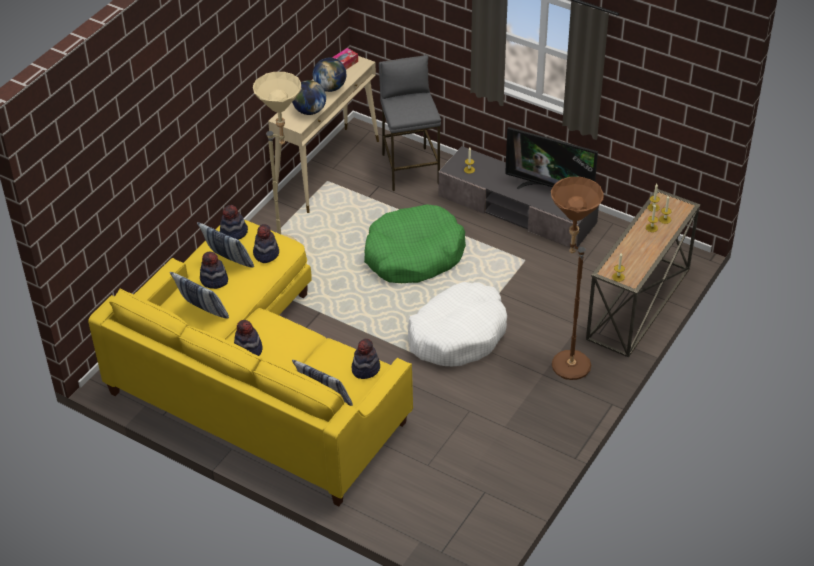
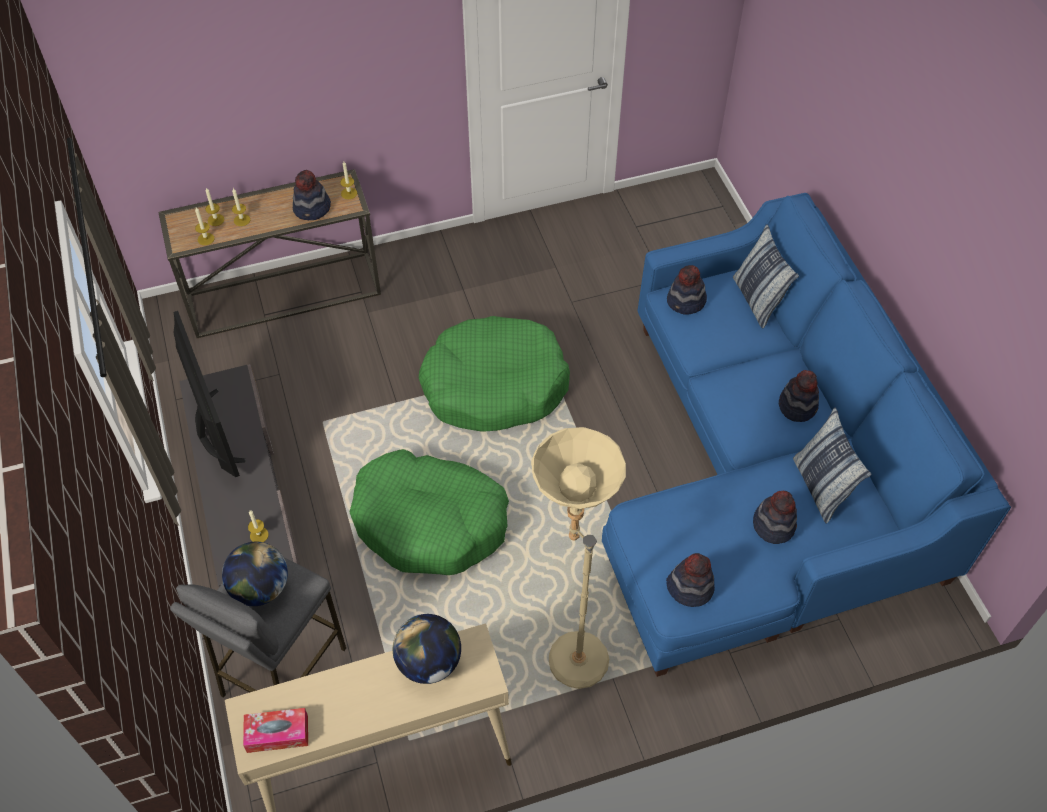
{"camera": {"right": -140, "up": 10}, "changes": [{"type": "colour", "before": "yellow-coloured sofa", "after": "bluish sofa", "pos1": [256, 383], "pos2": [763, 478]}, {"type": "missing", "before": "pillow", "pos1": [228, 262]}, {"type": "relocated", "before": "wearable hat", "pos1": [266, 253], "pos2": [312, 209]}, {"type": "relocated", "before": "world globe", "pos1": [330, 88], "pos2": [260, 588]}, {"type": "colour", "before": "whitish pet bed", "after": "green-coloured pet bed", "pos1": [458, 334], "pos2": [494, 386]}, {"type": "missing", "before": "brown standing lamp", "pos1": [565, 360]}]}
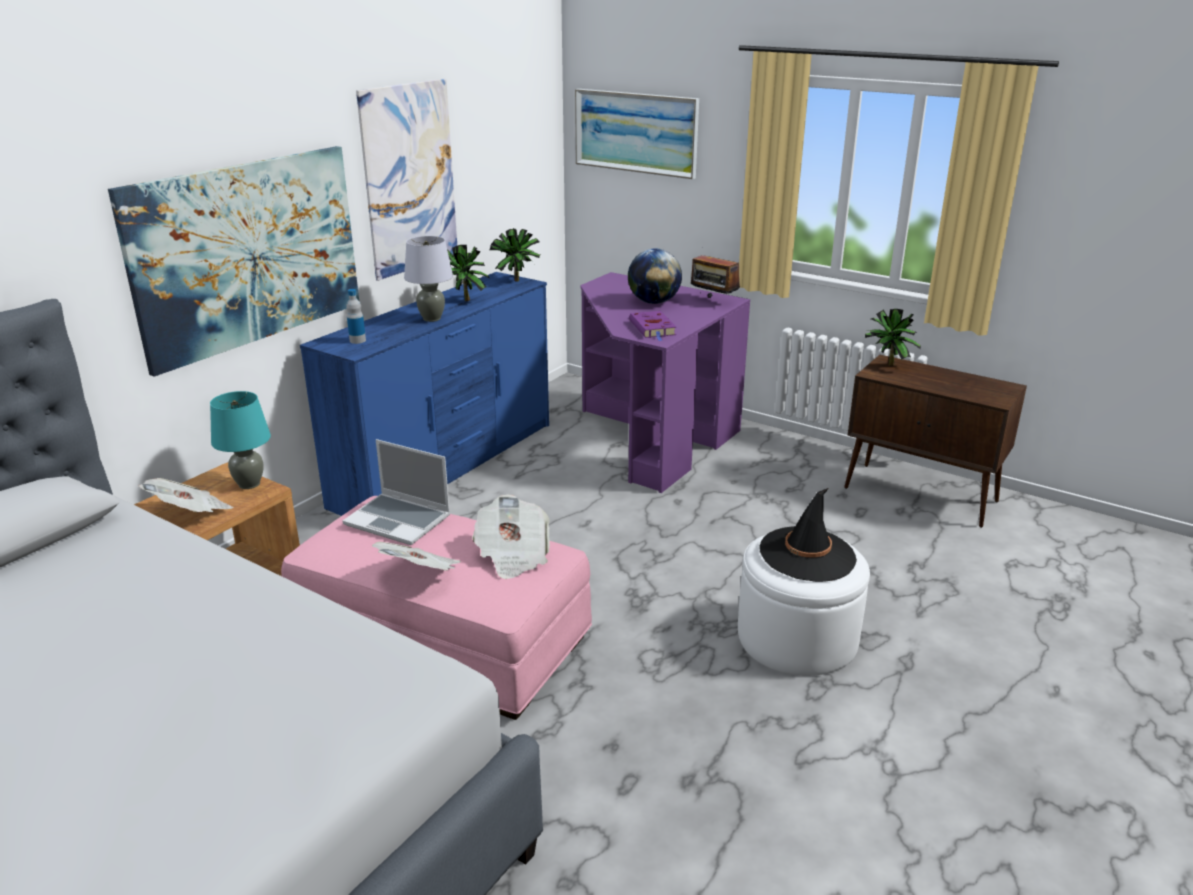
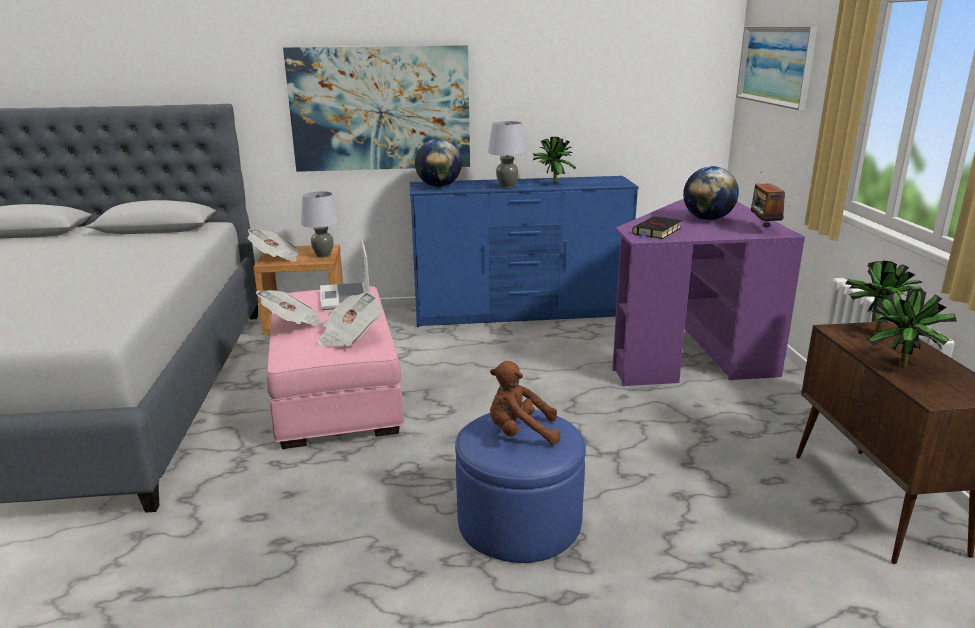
{"camera": {"right": 50, "up": -5}, "changes": [{"type": "colour", "before": "blue-green tabletop lamp", "after": "grey tabletop lamp", "pos1": [249, 484], "pos2": [323, 255]}, {"type": "exchanged", "before": "beverage bottle", "after": "world globe", "pos1": [357, 340], "pos2": [439, 186]}, {"type": "missing", "before": "picture", "pos1": [410, 179]}, {"type": "relocated", "before": "potted plant", "pos1": [517, 282], "pos2": [901, 367]}, {"type": "colour", "before": "purple-coloured volume", "after": "black-coloured volume", "pos1": [653, 329], "pos2": [656, 231]}, {"type": "colour", "before": "whitish ottoman", "after": "bluish ottoman", "pos1": [797, 638], "pos2": [519, 521]}, {"type": "exchanged", "before": "black-coloured wearable hat", "after": "brown cuddly toy", "pos1": [807, 555], "pos2": [520, 433]}]}
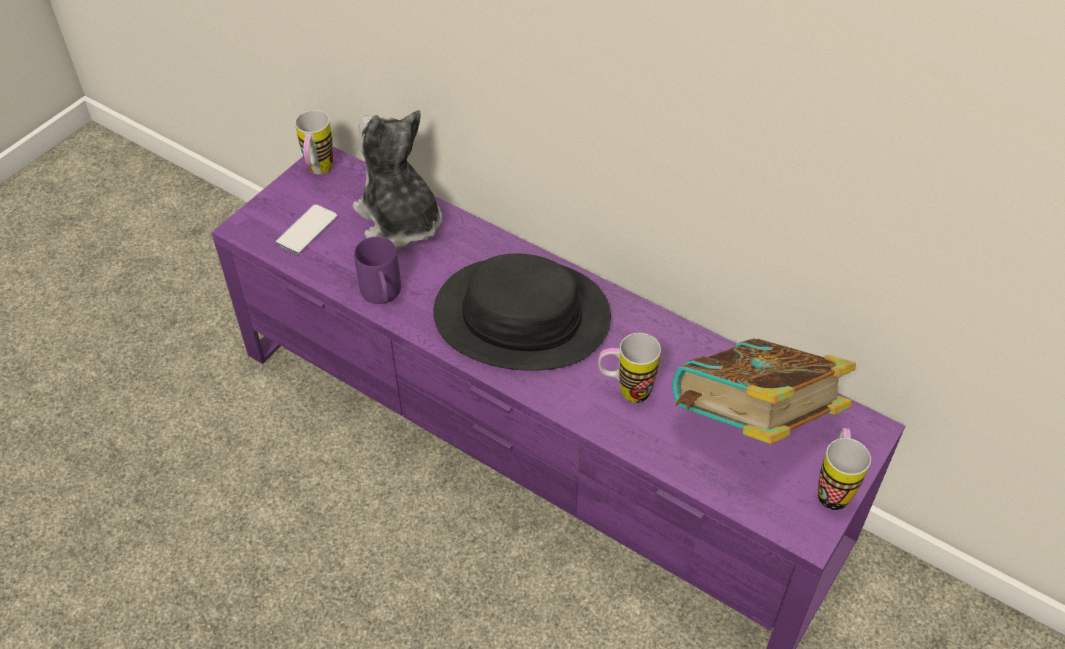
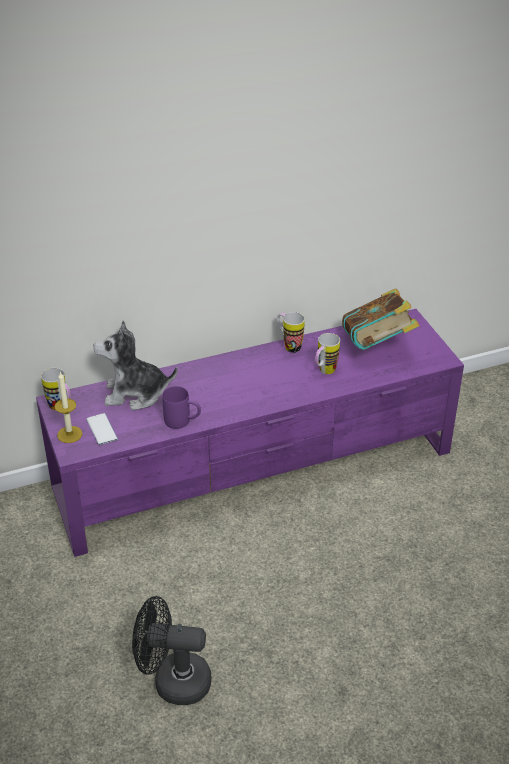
{"camera": {"right": -55, "up": -10}, "changes": [{"type": "missing", "before": "black-coloured wearable hat", "pos1": [521, 316]}, {"type": "relocated", "before": "mug", "pos1": [833, 488], "pos2": [289, 345]}, {"type": "appeared", "after": "wax light", "pos2": [69, 434]}, {"type": "appeared", "after": "black-coloured electric fan", "pos2": [173, 681]}]}
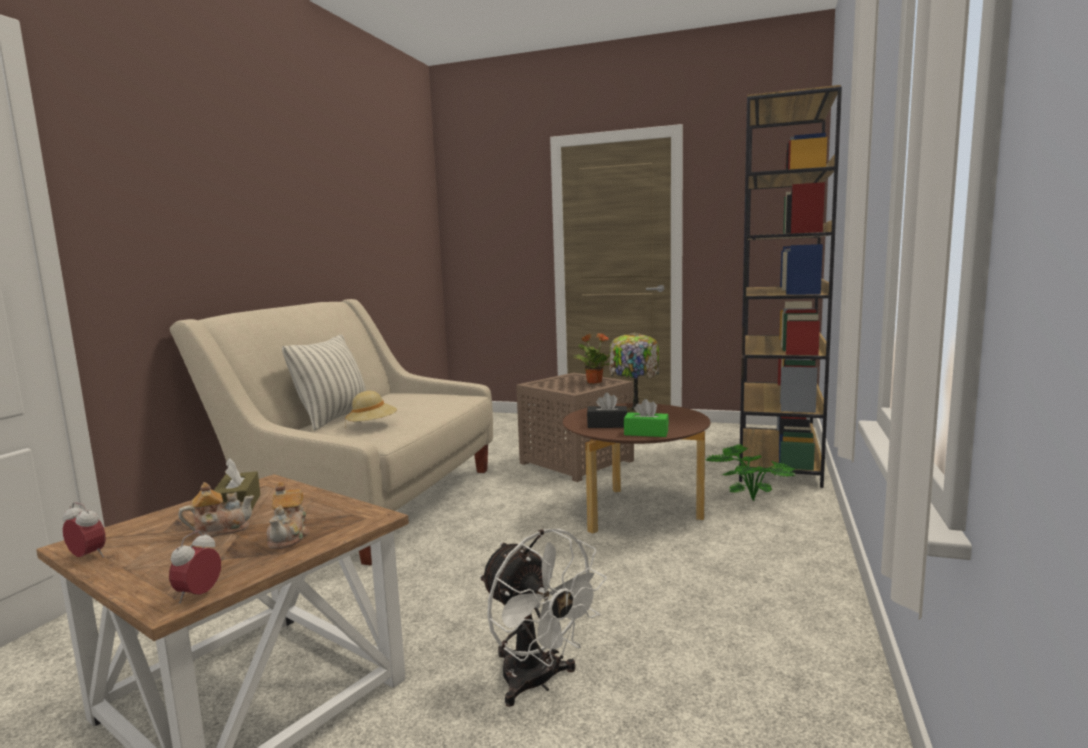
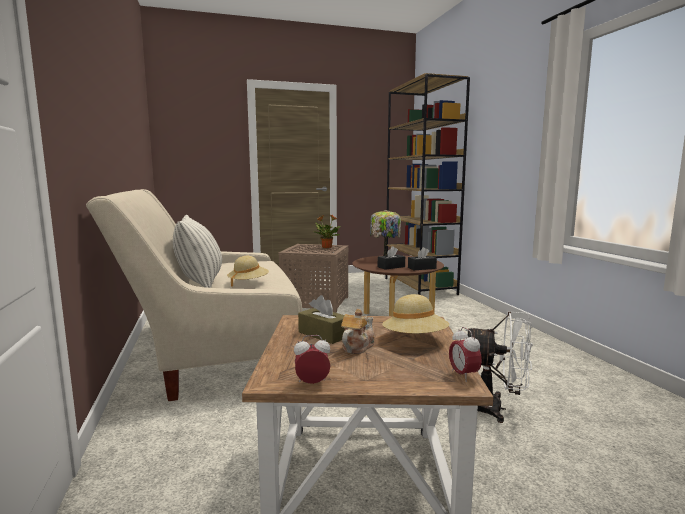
{"camera": {"right": -35, "up": 0}, "changes": [{"type": "exchanged", "before": "tea pot", "after": "beige wearable hat", "pos1": [289, 537], "pos2": [415, 339]}, {"type": "colour", "before": "green-coloured box of tissues", "after": "black-coloured box of tissues", "pos1": [646, 433], "pos2": [422, 268]}, {"type": "missing", "before": "potted plant", "pos1": [750, 498]}]}
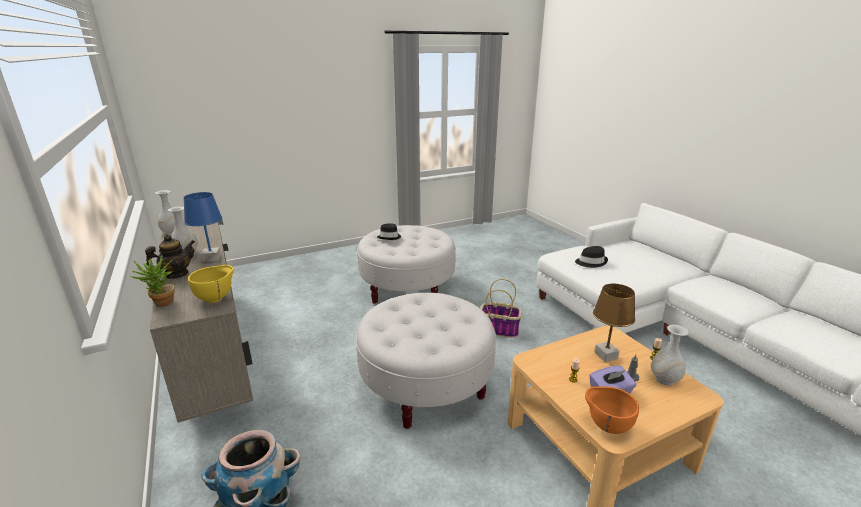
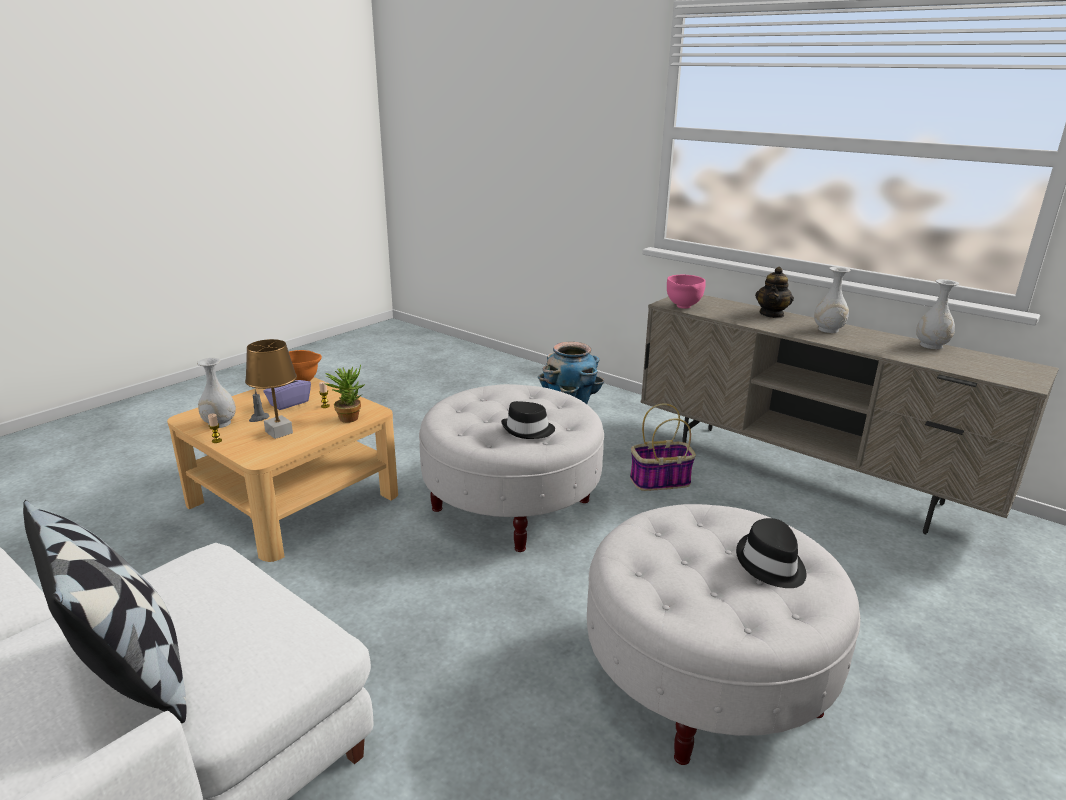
{"camera": {"right": 155, "up": 0}, "changes": [{"type": "relocated", "before": "potted plant", "pos1": [162, 304], "pos2": [348, 417]}, {"type": "missing", "before": "bluish tabletop lamp", "pos1": [212, 258]}, {"type": "colour", "before": "yellow-coloured deep dish", "after": "pinkish deep dish", "pos1": [217, 298], "pos2": [683, 307]}, {"type": "relocated", "before": "basket", "pos1": [499, 330], "pos2": [659, 481]}, {"type": "relocated", "before": "black-coloured wearable hat", "pos1": [591, 262], "pos2": [528, 430]}, {"type": "appeared", "after": "pillow", "pos2": [131, 675]}]}
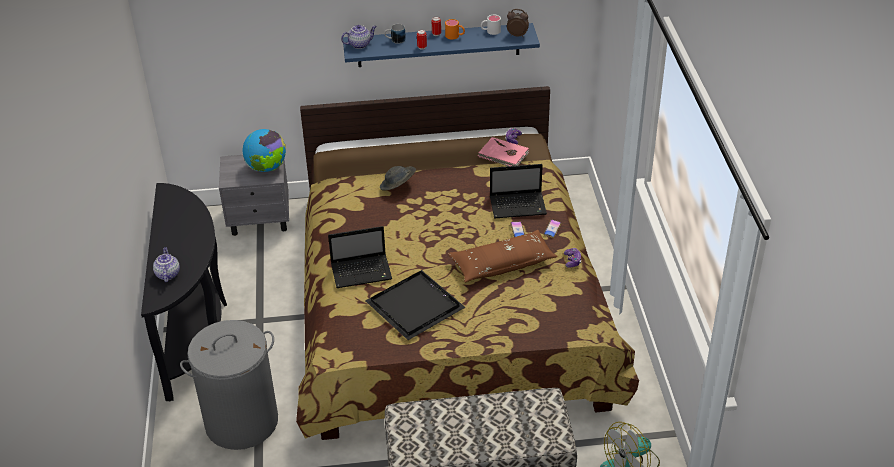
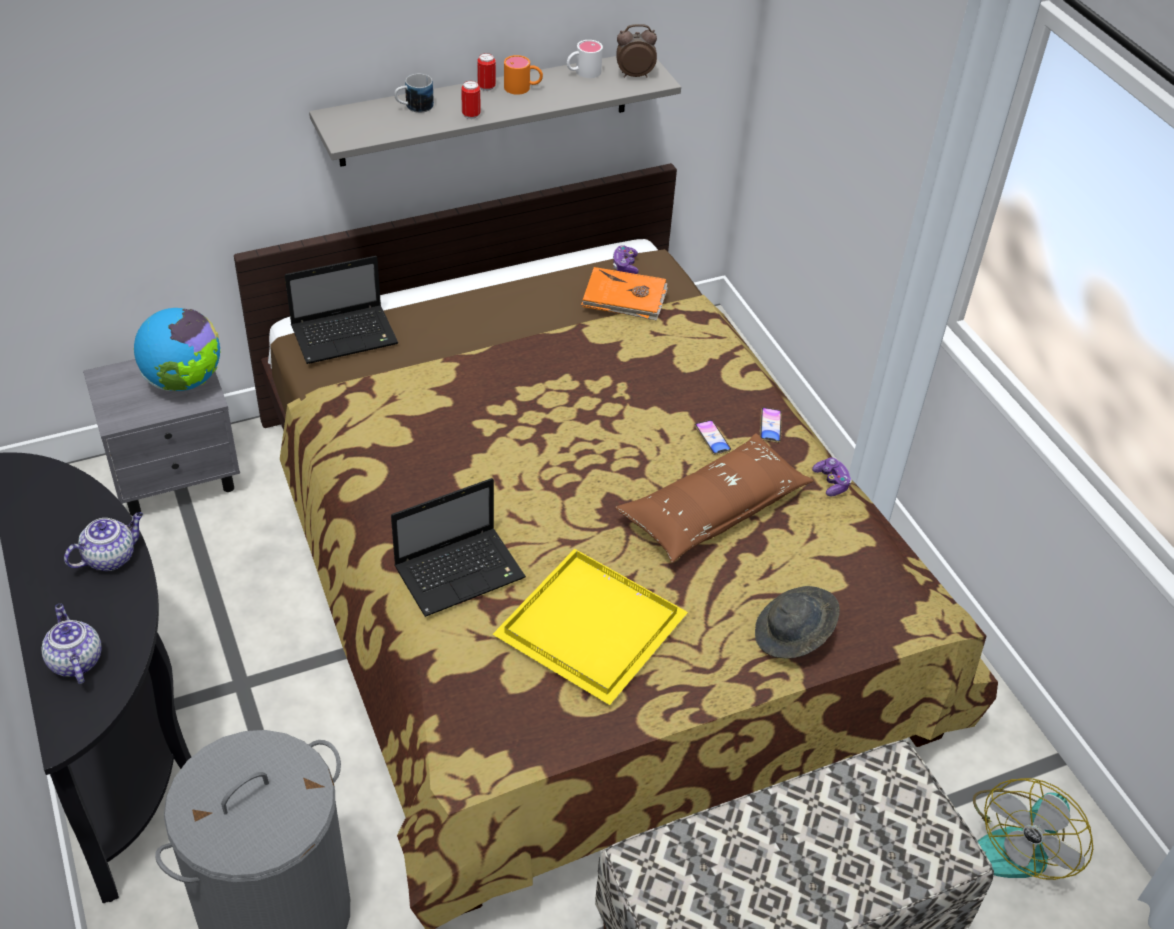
{"camera": {"right": -20, "up": 5}, "changes": [{"type": "relocated", "before": "tea pot", "pos1": [360, 44], "pos2": [111, 557]}, {"type": "colour", "before": "bluish shelf", "after": "grey shelf", "pos1": [438, 45], "pos2": [486, 108]}, {"type": "colour", "before": "black-coloured carrying tray", "after": "yellow-coloured carrying tray", "pos1": [417, 306], "pos2": [594, 627]}, {"type": "relocated", "before": "grey wearable hat", "pos1": [398, 186], "pos2": [793, 636]}, {"type": "colour", "before": "pinkish volume", "after": "orangey volume", "pos1": [503, 155], "pos2": [624, 298]}, {"type": "relocated", "before": "laptop", "pos1": [519, 206], "pos2": [346, 335]}]}
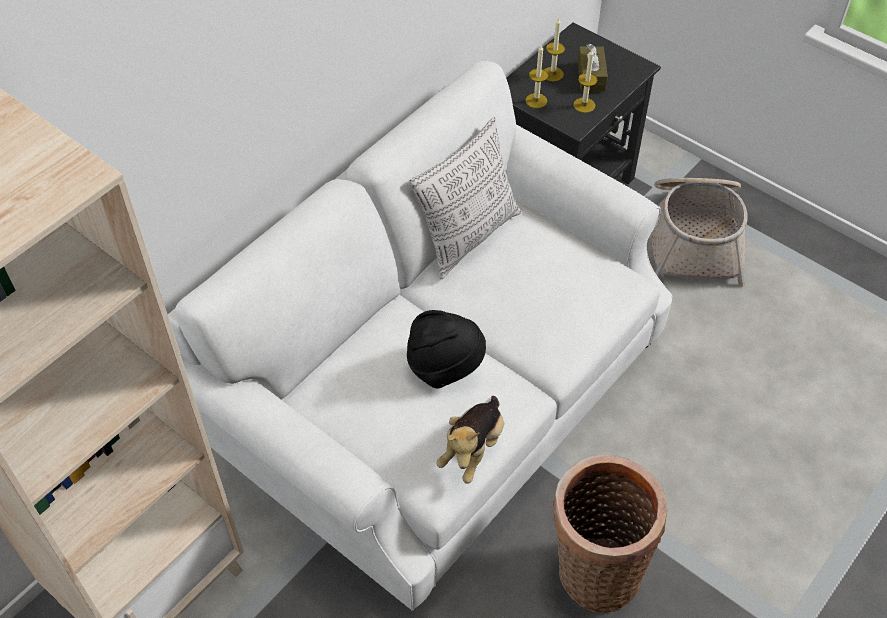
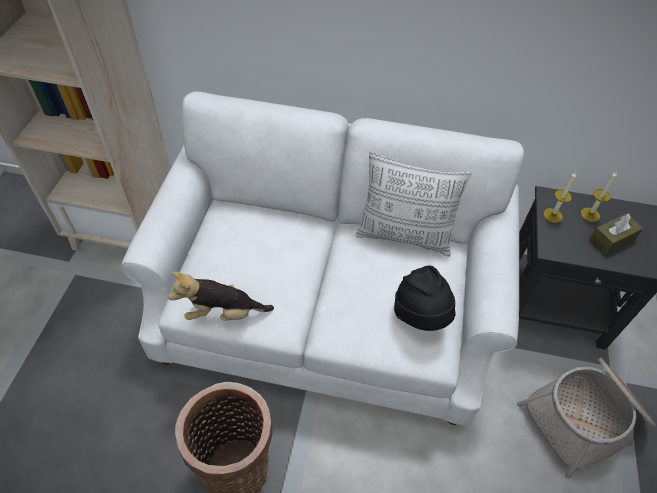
{"camera": {"right": 60, "up": 0}, "changes": [{"type": "relocated", "before": "black-coloured wearable hat", "pos1": [444, 366], "pos2": [421, 315]}, {"type": "missing", "before": "wax light", "pos1": [584, 105]}]}
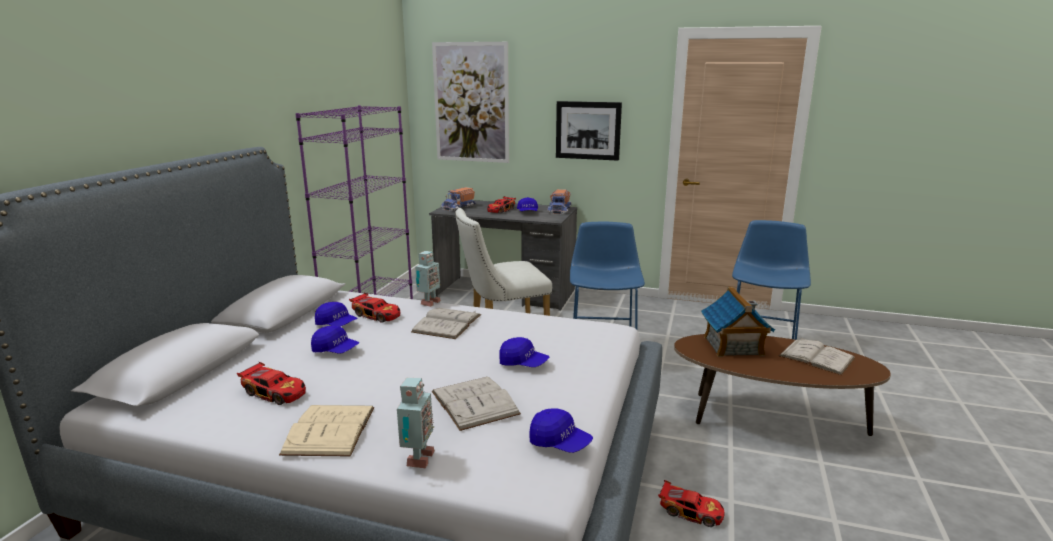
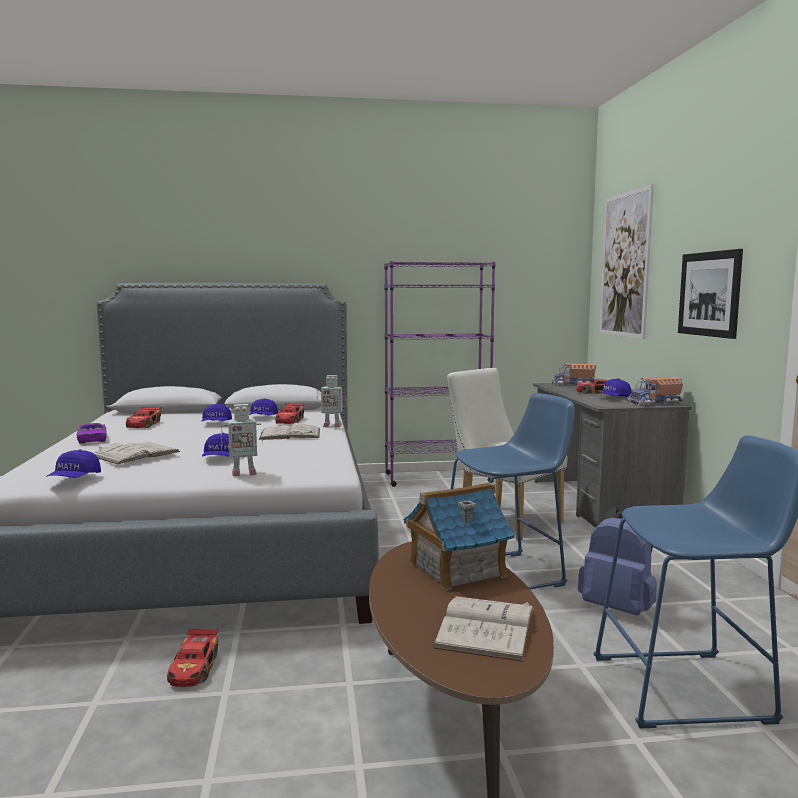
{"camera": {"right": 65, "up": -10}, "changes": [{"type": "exchanged", "before": "beige volume", "after": "purple-coloured model car", "pos1": [329, 430], "pos2": [94, 438]}, {"type": "relocated", "before": "model robot", "pos1": [417, 459], "pos2": [243, 473]}, {"type": "appeared", "after": "bluish knapsack", "pos2": [619, 608]}]}
